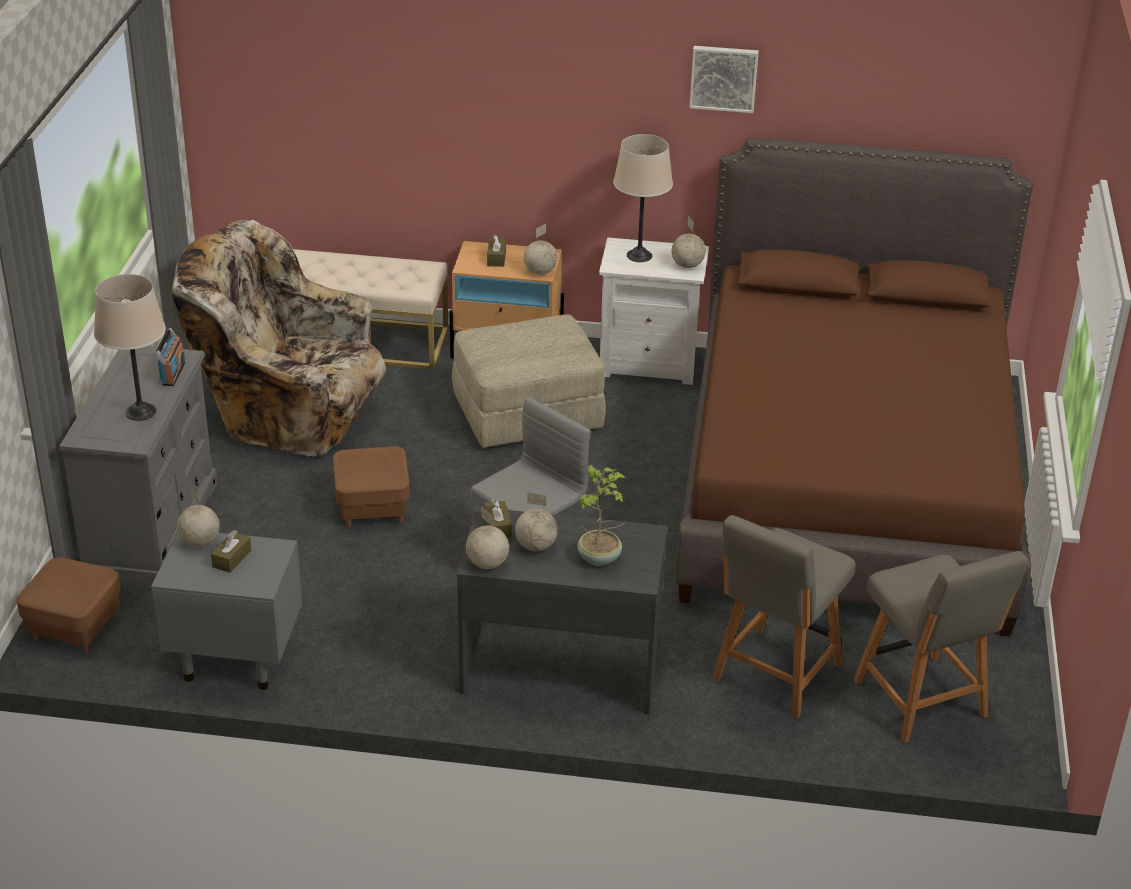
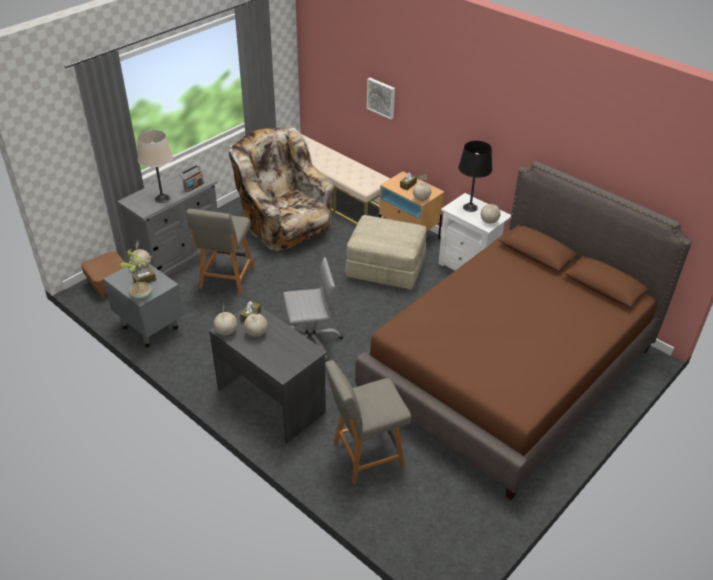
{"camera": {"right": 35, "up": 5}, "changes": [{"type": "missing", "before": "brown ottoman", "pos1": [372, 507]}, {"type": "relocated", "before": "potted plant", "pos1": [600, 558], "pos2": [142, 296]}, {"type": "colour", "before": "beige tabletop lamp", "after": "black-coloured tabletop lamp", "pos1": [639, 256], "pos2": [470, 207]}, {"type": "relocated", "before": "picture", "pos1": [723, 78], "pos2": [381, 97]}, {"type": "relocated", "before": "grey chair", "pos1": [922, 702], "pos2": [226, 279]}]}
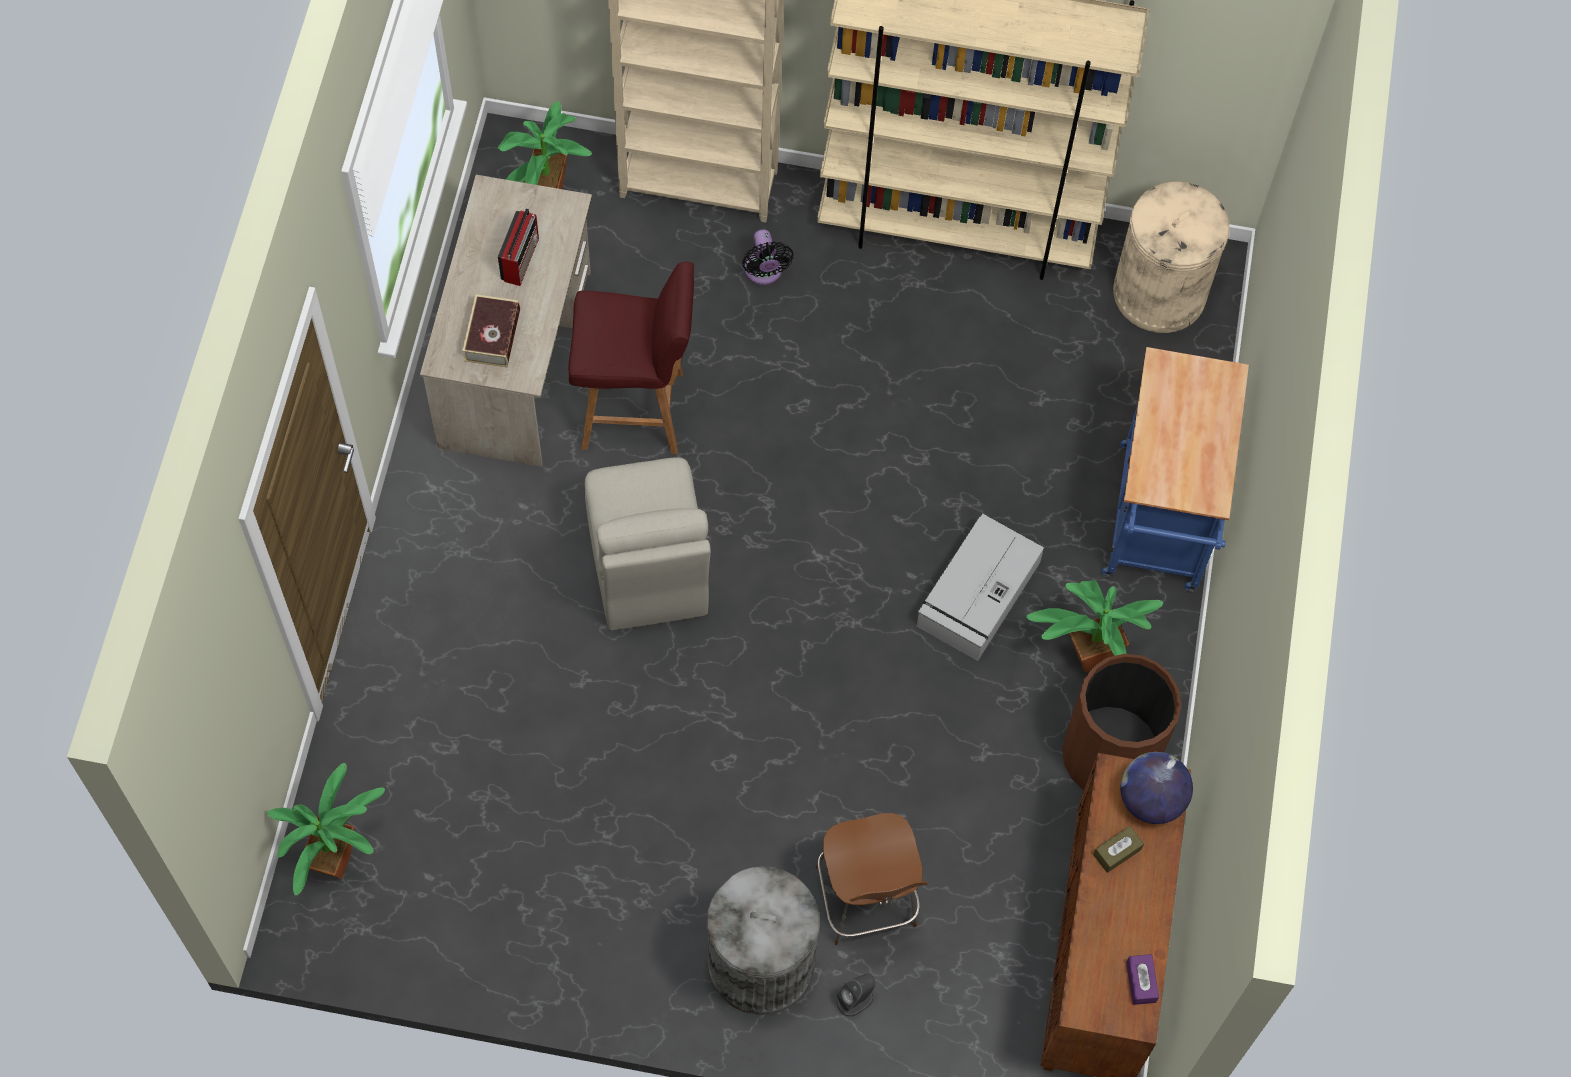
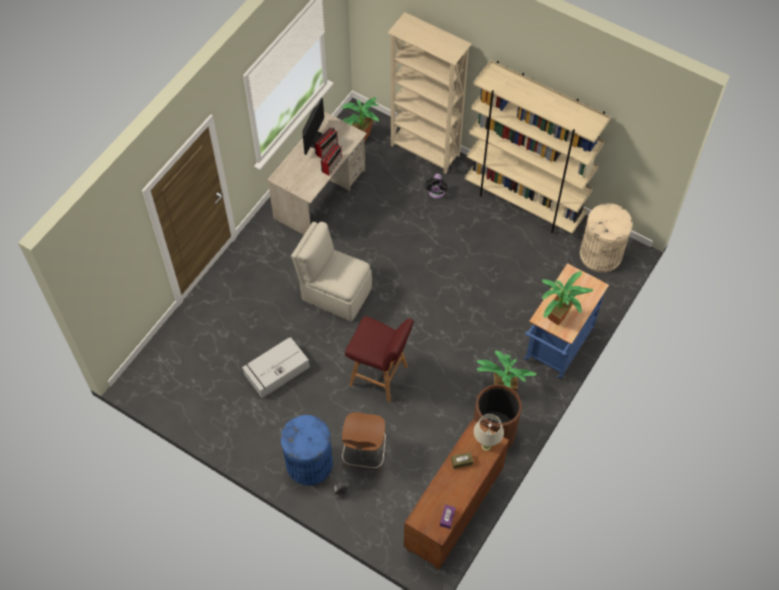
{"camera": {"right": 25, "up": -5}, "changes": [{"type": "relocated", "before": "potted plant", "pos1": [339, 858], "pos2": [559, 317]}, {"type": "missing", "before": "volume", "pos1": [492, 336]}, {"type": "relocated", "before": "red-coloured sitting stool", "pos1": [636, 410], "pos2": [380, 376]}, {"type": "spun", "before": "beige chair", "pos1": [648, 569], "pos2": [335, 293], "turn": 105}, {"type": "colour", "before": "grey rubbish bin", "after": "bluish rubbish bin", "pos1": [760, 963], "pos2": [309, 463]}, {"type": "relocated", "before": "grey storage box", "pos1": [977, 596], "pos2": [276, 371]}, {"type": "exchanged", "before": "world globe", "after": "beige tabletop lamp", "pos1": [1151, 800], "pos2": [486, 446]}, {"type": "appeared", "after": "computer display", "pos2": [313, 139]}, {"type": "appeared", "after": "radio set", "pos2": [332, 164]}]}
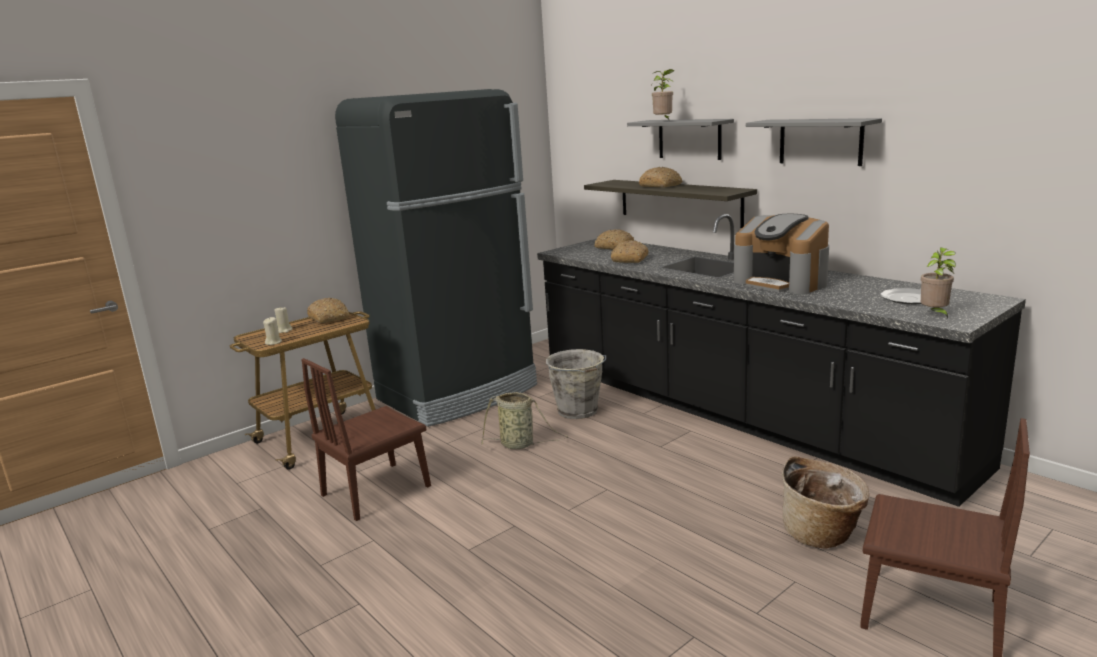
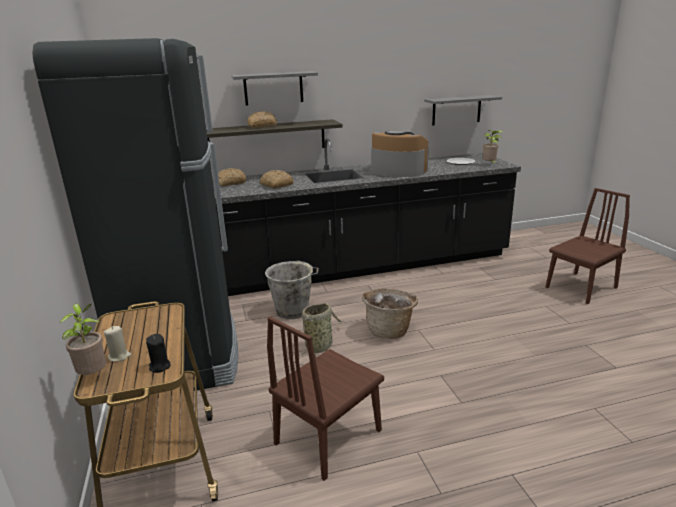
{"camera": {"right": -65, "up": 5}, "changes": [{"type": "colour", "before": "beige wax light", "after": "black-coloured wax light", "pos1": [274, 342], "pos2": [159, 366]}, {"type": "spun", "before": "brown chair", "pos1": [376, 490], "pos2": [328, 436], "turn": 60}, {"type": "missing", "before": "bakery bread", "pos1": [329, 318]}, {"type": "relocated", "before": "potted plant", "pos1": [663, 121], "pos2": [93, 375]}, {"type": "spun", "before": "coffee maker", "pos1": [782, 282], "pos2": [397, 171], "turn": -135}, {"type": "relocated", "before": "grey shelf", "pos1": [820, 141], "pos2": [456, 110]}, {"type": "relocated", "before": "basket", "pos1": [822, 534], "pos2": [389, 330]}]}
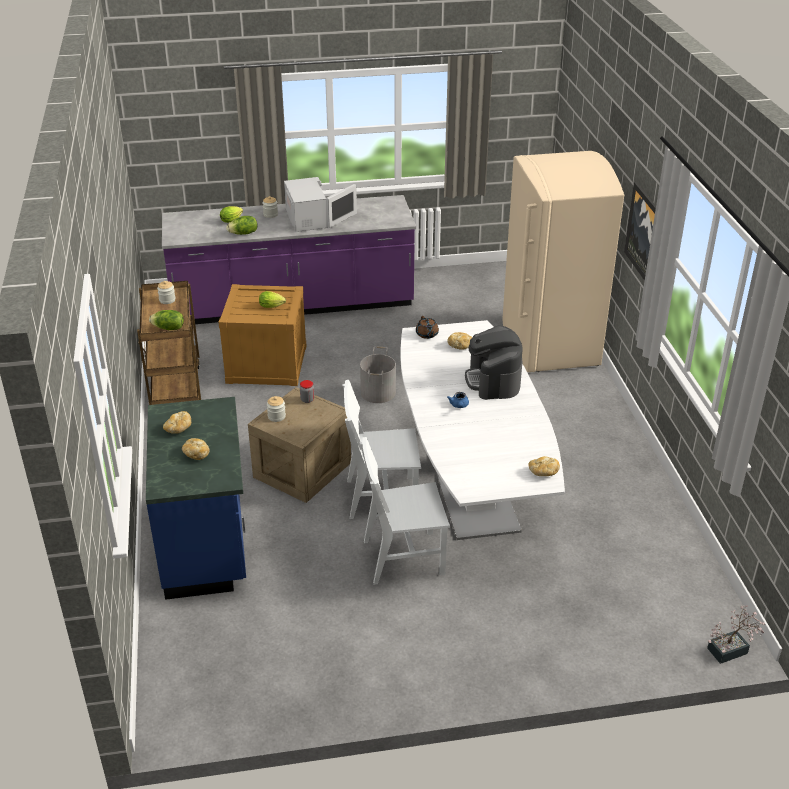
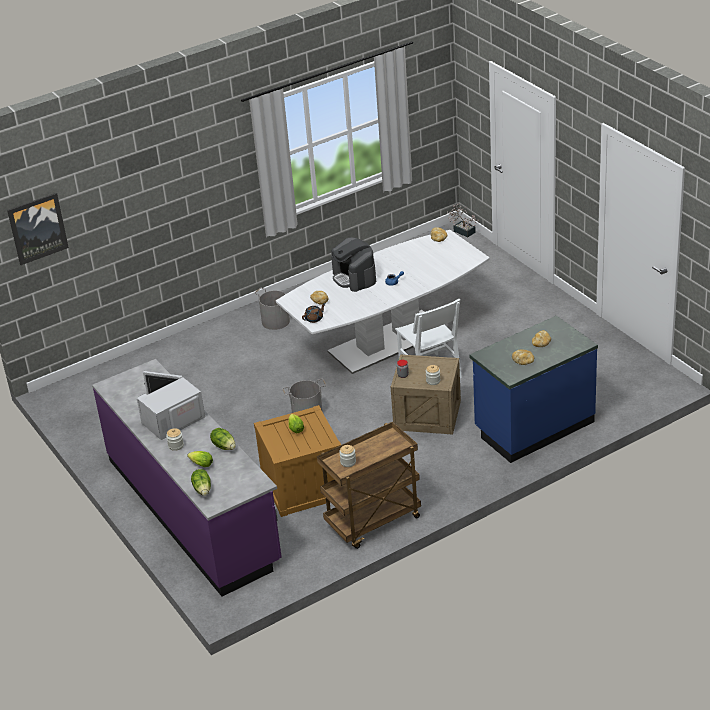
{"camera": {"right": -110, "up": 0}, "changes": [{"type": "relocated", "before": "head of lettuce", "pos1": [168, 328], "pos2": [203, 489]}, {"type": "missing", "before": "whitish chair", "pos1": [403, 557]}, {"type": "spun", "before": "coffee maker", "pos1": [493, 380], "pos2": [354, 278], "turn": 90}, {"type": "missing", "before": "beige refrigerator", "pos1": [548, 344]}, {"type": "relocated", "before": "picture", "pos1": [643, 232], "pos2": [37, 228]}, {"type": "appeared", "after": "grey bucket", "pos2": [276, 321]}]}
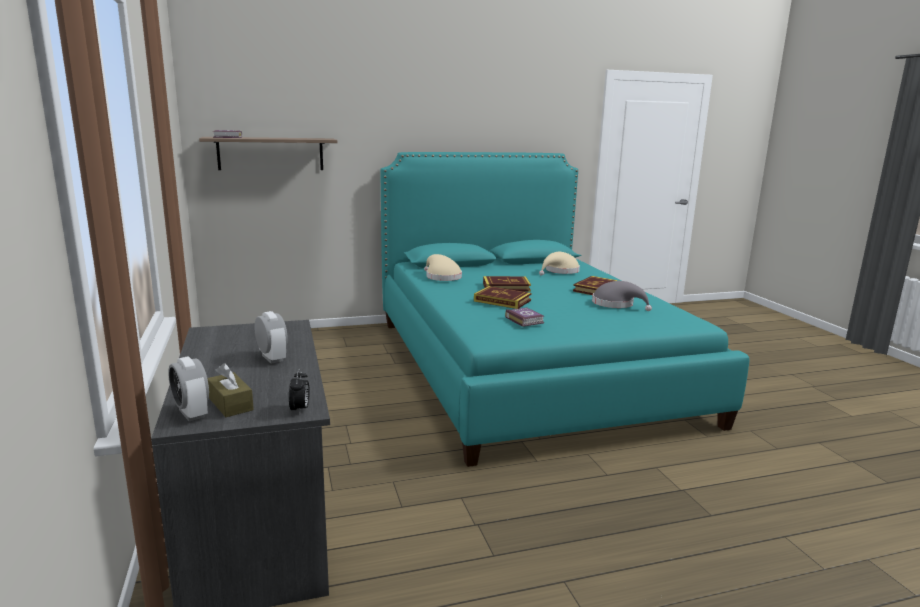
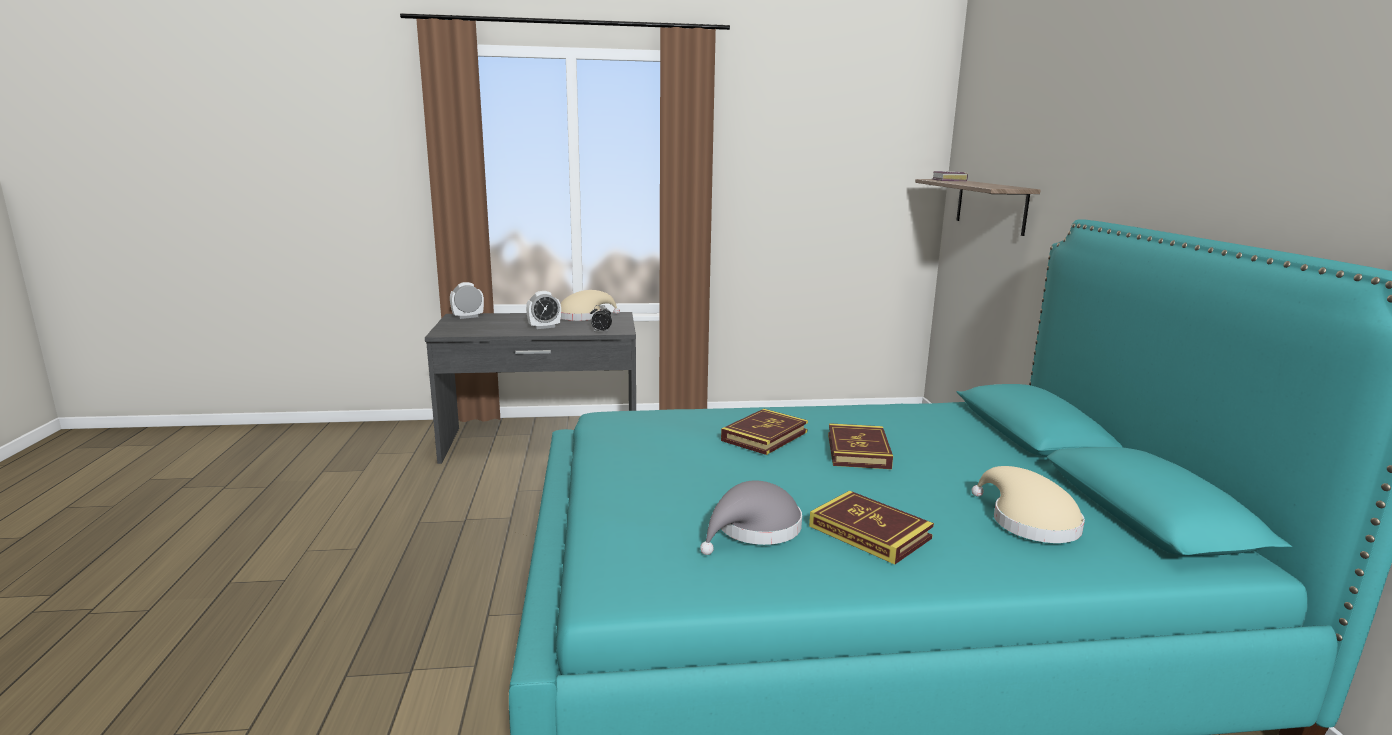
{"camera": {"right": 100, "up": 0}, "changes": [{"type": "missing", "before": "brown box of tissues", "pos1": [230, 404]}, {"type": "relocated", "before": "alarm clock", "pos1": [300, 410], "pos2": [601, 332]}, {"type": "relocated", "before": "beige wearable hat", "pos1": [441, 277], "pos2": [583, 317]}, {"type": "missing", "before": "volume", "pos1": [524, 320]}]}
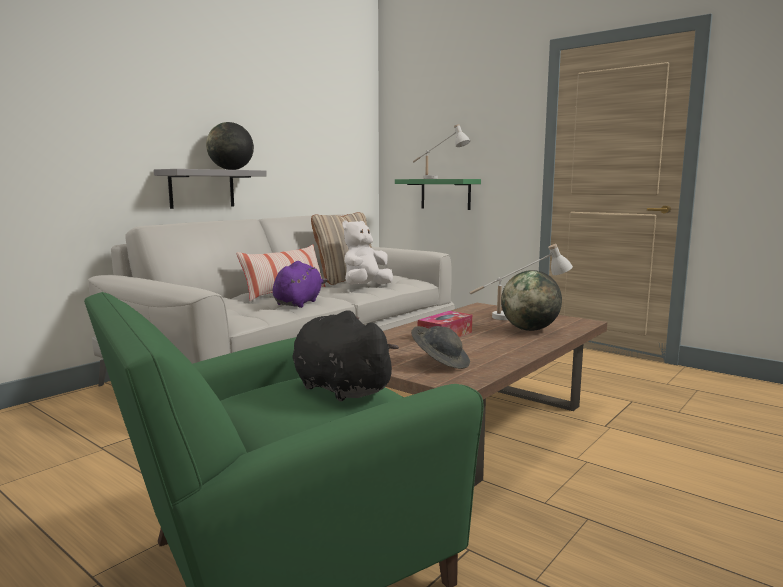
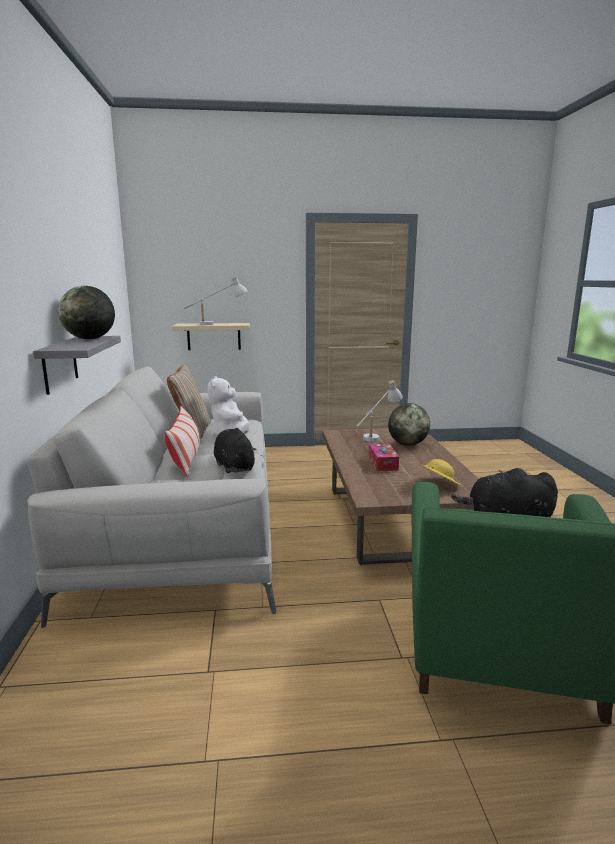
{"camera": {"right": -45, "up": 5}, "changes": [{"type": "colour", "before": "purple-coloured cuddly toy", "after": "black-coloured cuddly toy", "pos1": [299, 303], "pos2": [234, 466]}, {"type": "colour", "before": "green-coloured shelf", "after": "beige shelf", "pos1": [445, 194], "pos2": [214, 336]}, {"type": "colour", "before": "grey wearable hat", "after": "yellow-coloured wearable hat", "pos1": [440, 362], "pos2": [437, 484]}]}
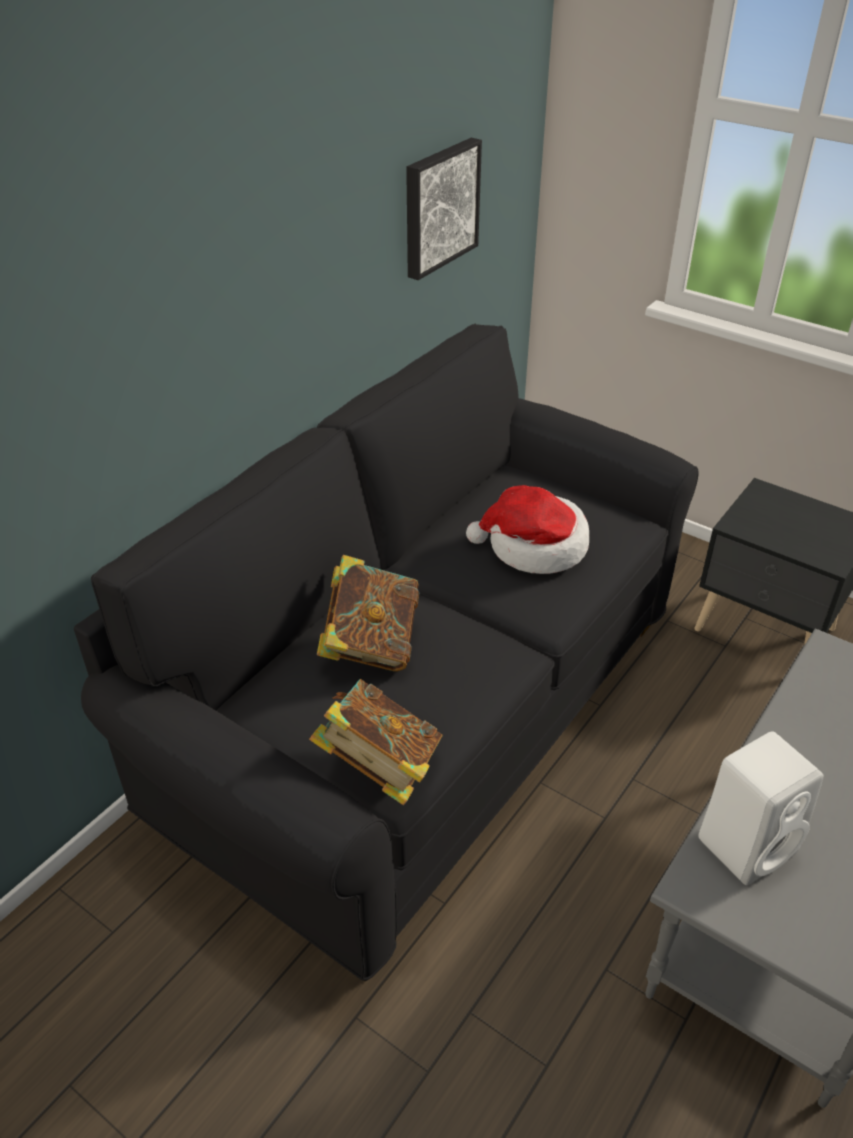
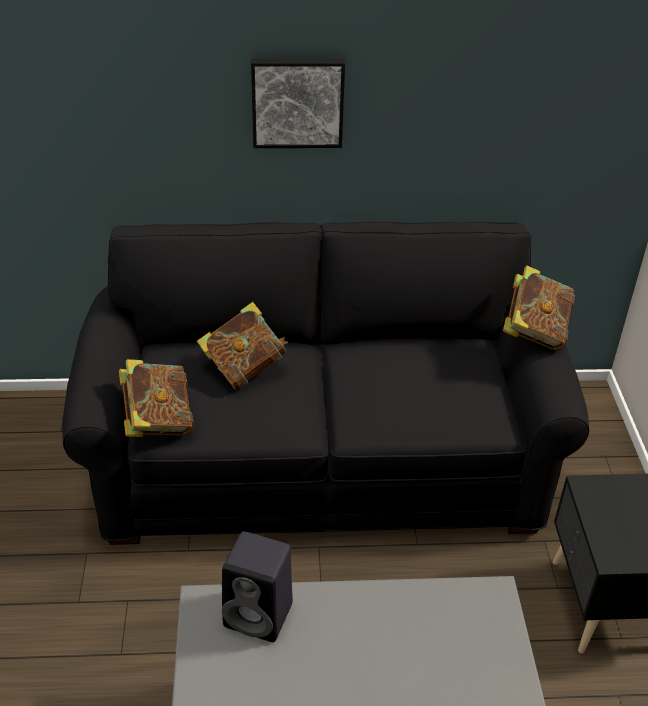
{"camera": {"right": 50, "up": 0}, "changes": [{"type": "relocated", "before": "picture", "pos1": [439, 207], "pos2": [297, 102]}, {"type": "missing", "before": "wearable hat", "pos1": [534, 547]}, {"type": "colour", "before": "whitish audio speaker", "after": "black-coloured audio speaker", "pos1": [748, 843], "pos2": [260, 615]}, {"type": "appeared", "after": "volume", "pos2": [534, 332]}]}
